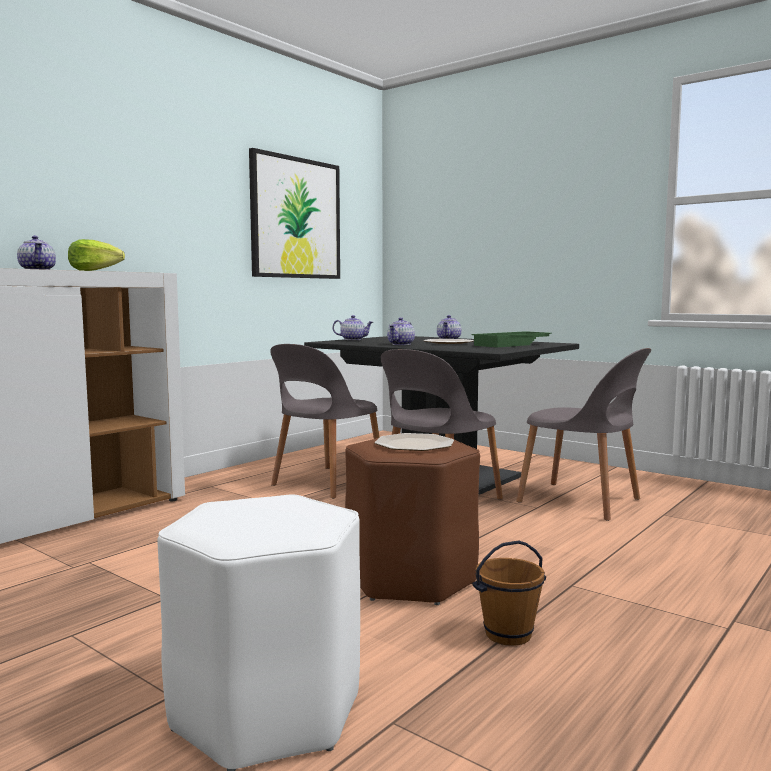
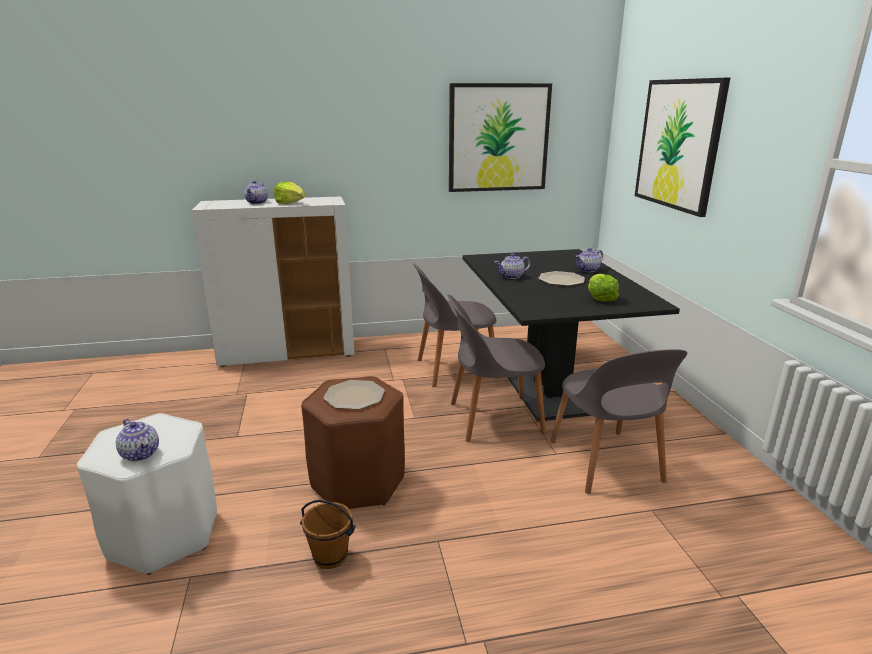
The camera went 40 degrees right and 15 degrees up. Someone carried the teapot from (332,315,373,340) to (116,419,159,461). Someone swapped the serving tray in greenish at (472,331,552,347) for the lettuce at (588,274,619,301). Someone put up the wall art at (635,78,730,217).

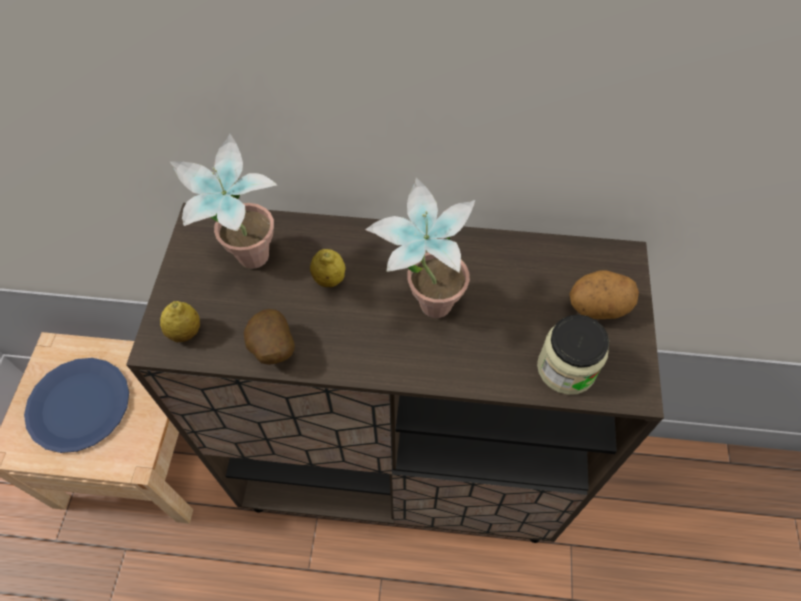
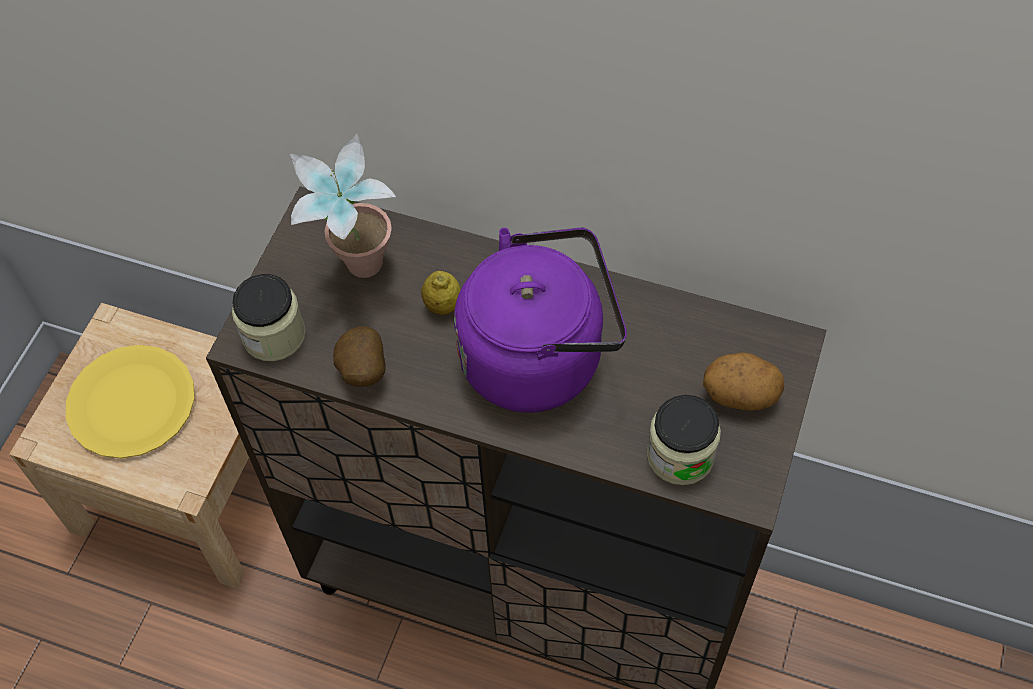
The camera went 15 degrees right and 0 degrees up. Someone repainted the flat dish in bluish at (24,358,129,453), which became the flat dish in yellow at (66,345,195,458). Someone swapped the lemon at (160,301,200,342) for the preserve jar at (232,274,306,361). Someone swapped the houseplant at (365,177,475,318) for the tea kettle in purplish at (454,228,627,413).

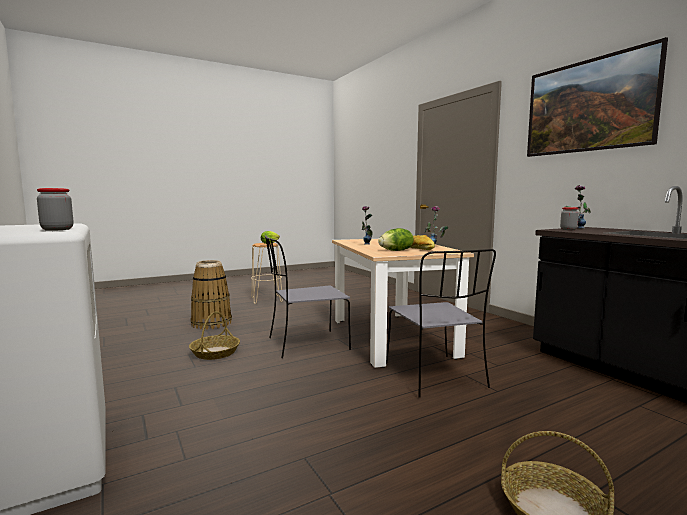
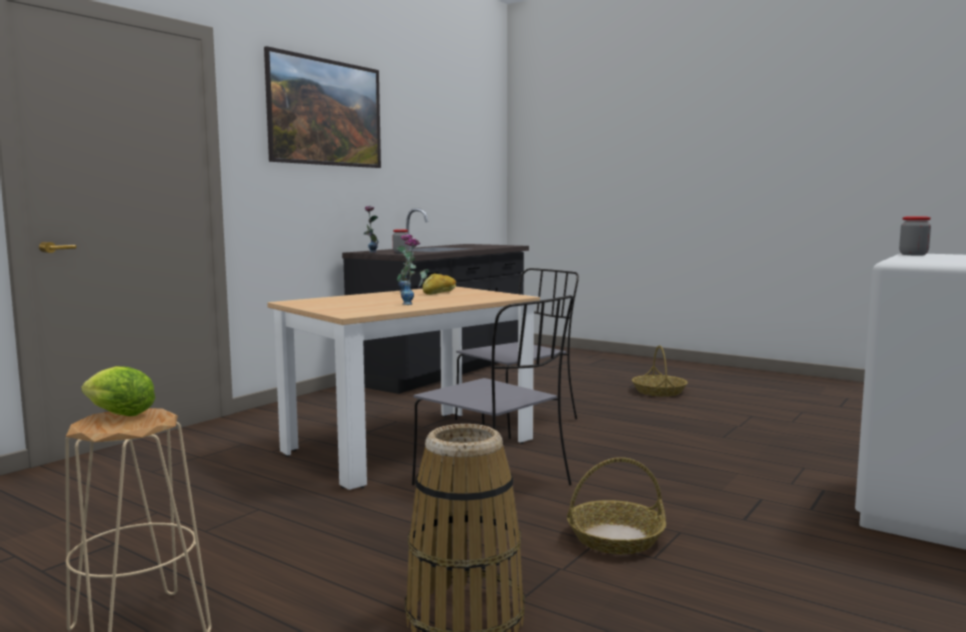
The camera went 115 degrees left and 0 degrees up. Someone took away the lettuce at (378,228,414,251).

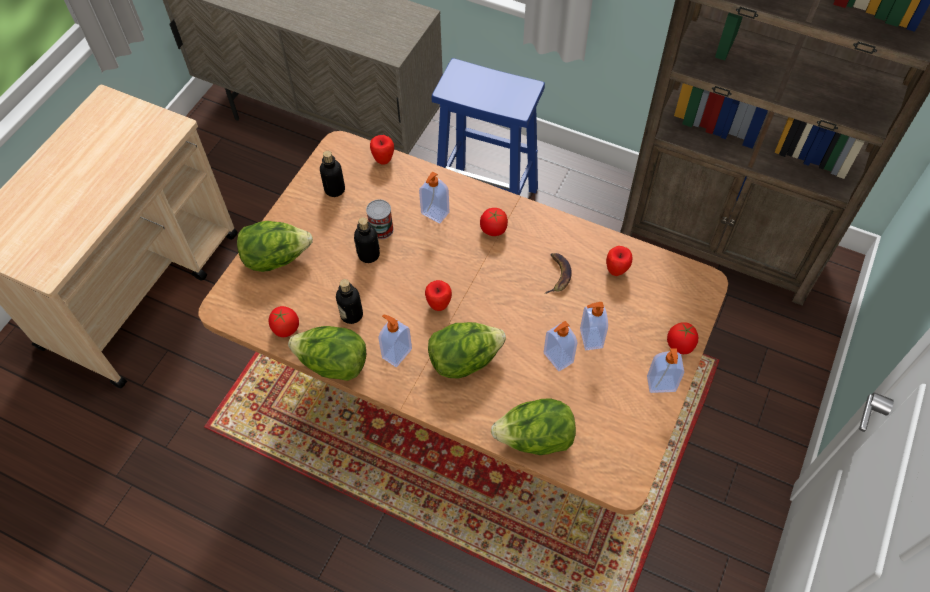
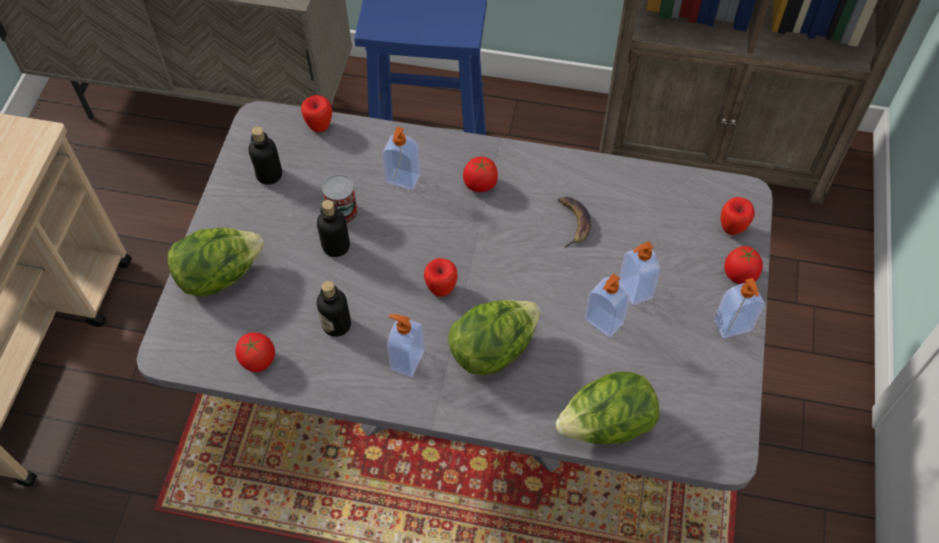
The camera went 15 degrees left and 0 degrees up. Someone repainted the dining table in brown-coloured at (198,131,728,515), which became the dining table in grey at (136,101,773,491). Someone took away the lettuce at (288,326,366,381). Someone carried the apple fruit from (606,246,633,276) to (721,197,755,235).

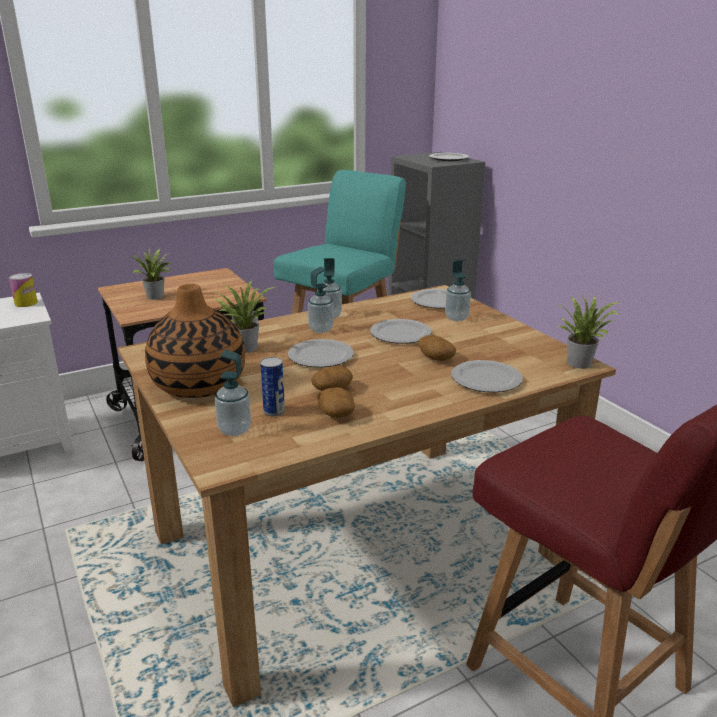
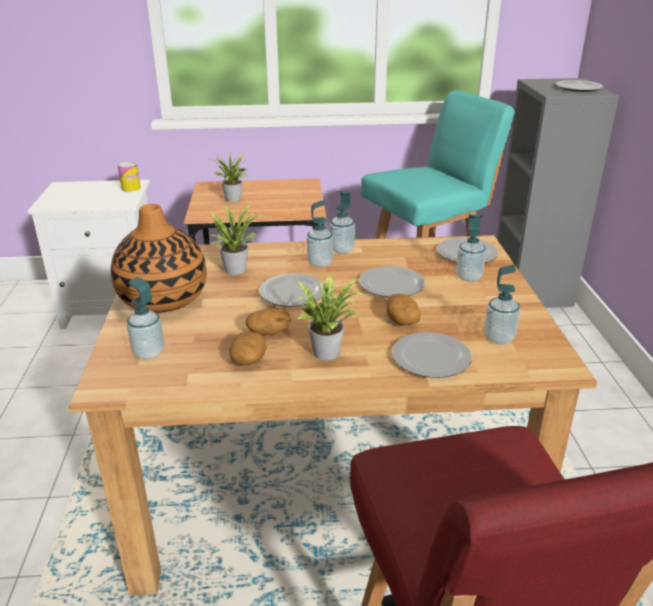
The camera went 25 degrees right and 5 degrees up. Someone took away the can at (260,357,285,416). Someone carried the houseplant from (558,295,621,369) to (297,274,366,360). Someone put down the soap bottle at (484,265,520,344).

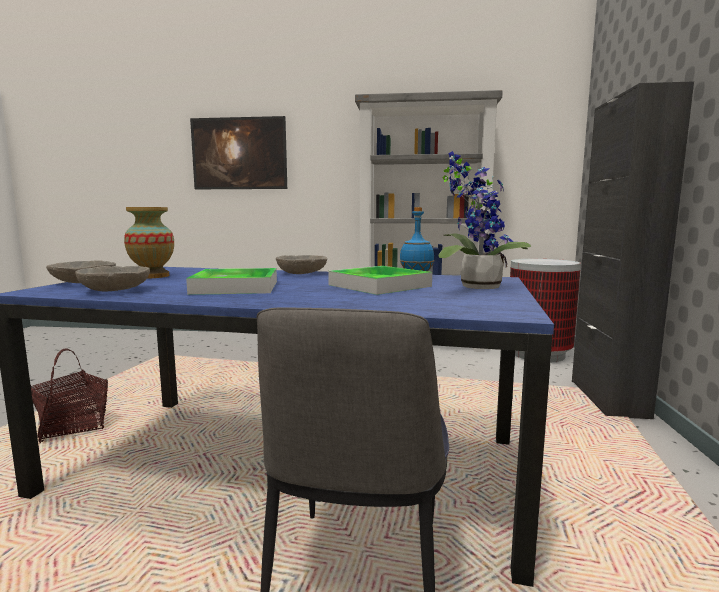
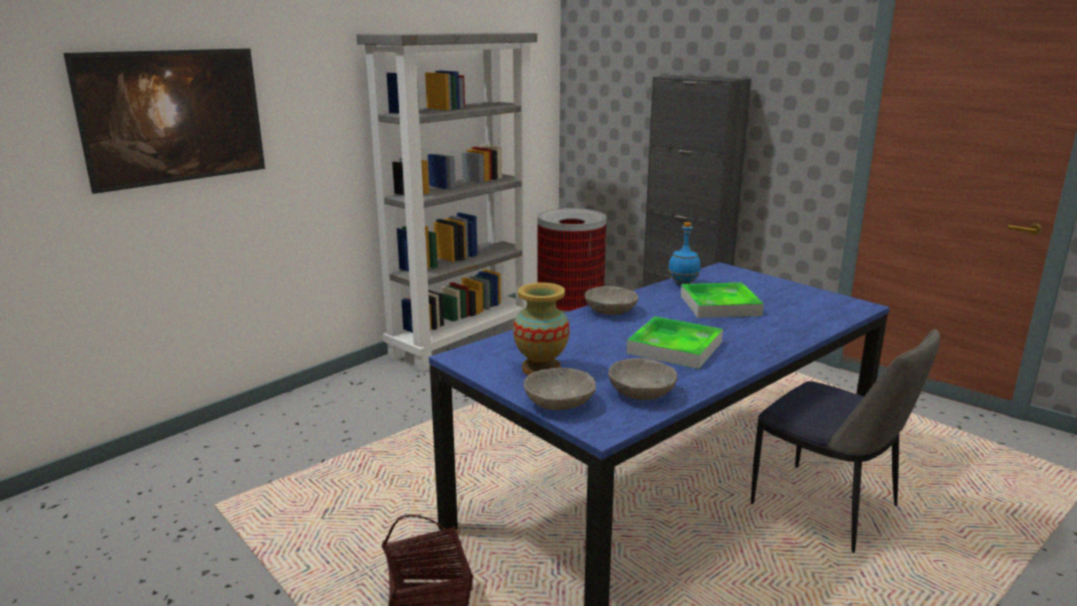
The camera went 55 degrees left and 10 degrees up. Someone took away the houseplant at (438,151,531,289).

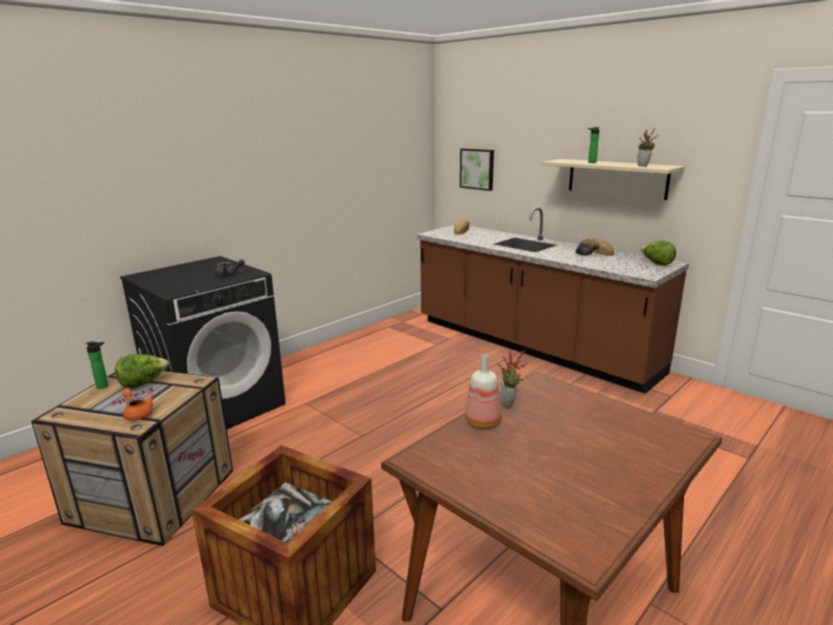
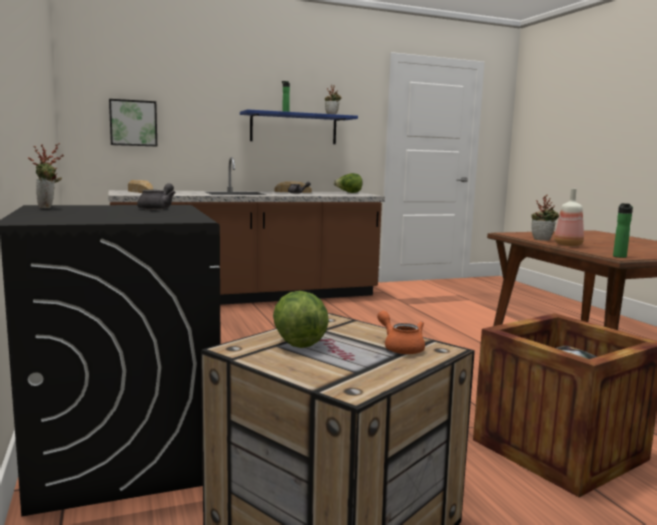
The camera went 65 degrees left and 10 degrees down. Someone carried the bottle from (86,342,109,389) to (613,203,633,258). Someone rotated the teapot in orangey at (123,389,154,421) by 75 degrees clockwise. Someone repainted the shelf in sand-coloured at (542,159,685,200), which became the shelf in bluish at (240,109,358,144). Someone put down the houseplant at (28,143,64,209).

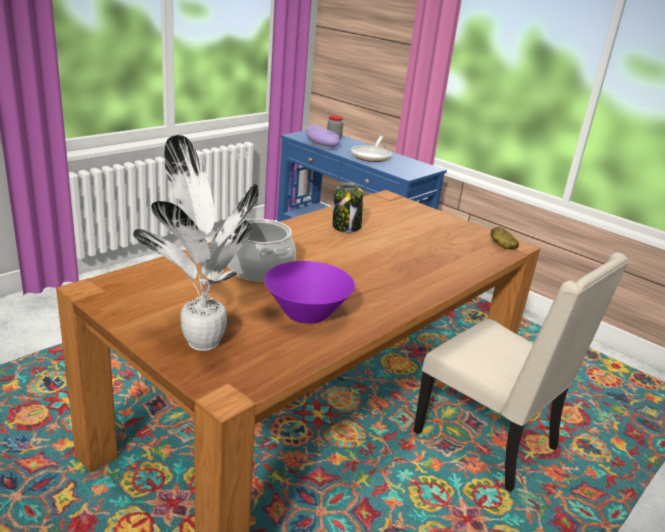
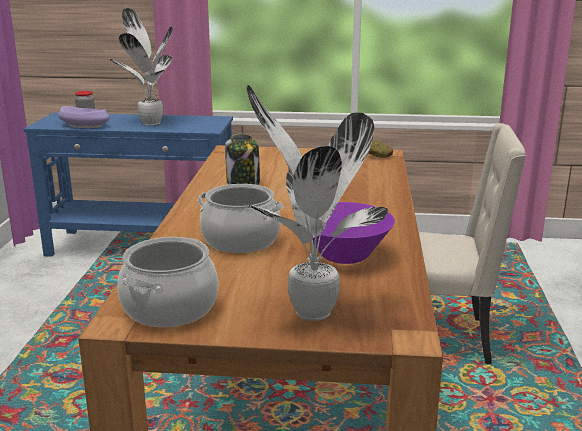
The camera went 35 degrees left and 5 degrees down. Someone swapped the skillet at (351,136,392,162) for the houseplant at (109,8,173,126). Someone put down the cooking pot at (118,237,218,327).

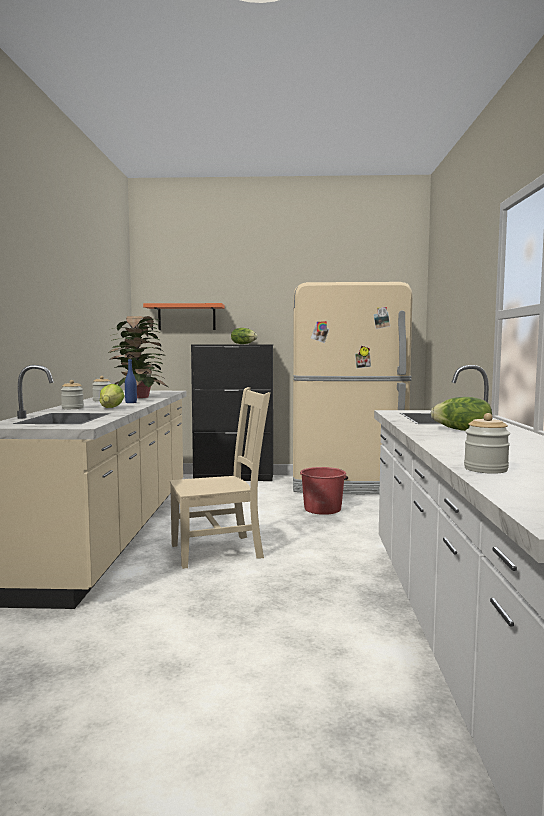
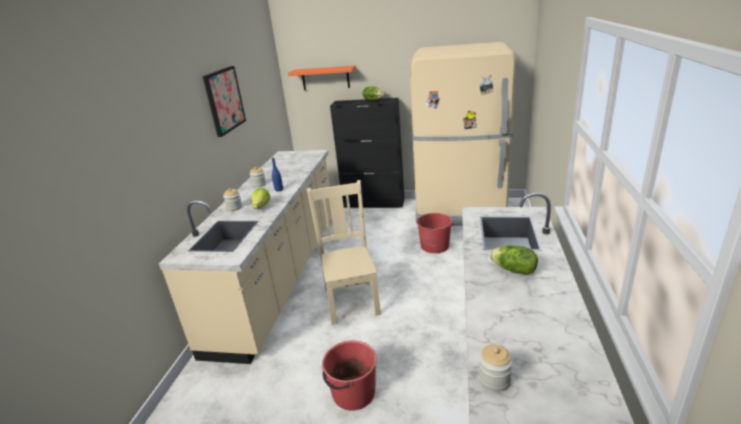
The camera went 10 degrees right and 20 degrees up. Someone took away the houseplant at (108,316,168,398). Someone rotated the plain chair in sand-coloured at (170,387,270,569) by 90 degrees counterclockwise. Someone put up the wall art at (203,66,246,137). Someone put down the bucket in reddish at (322,340,377,411).

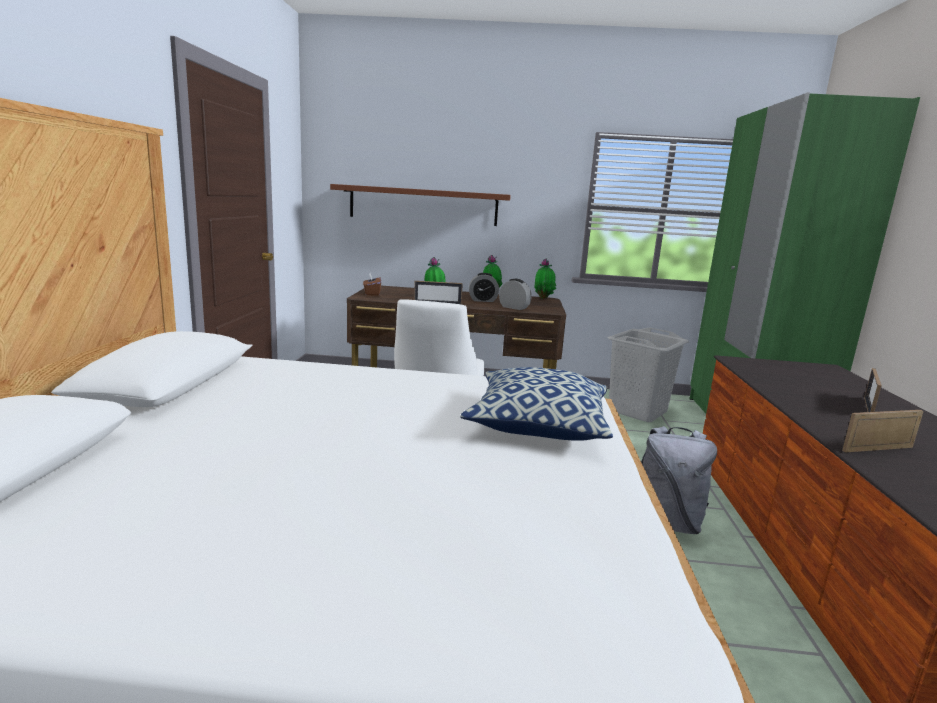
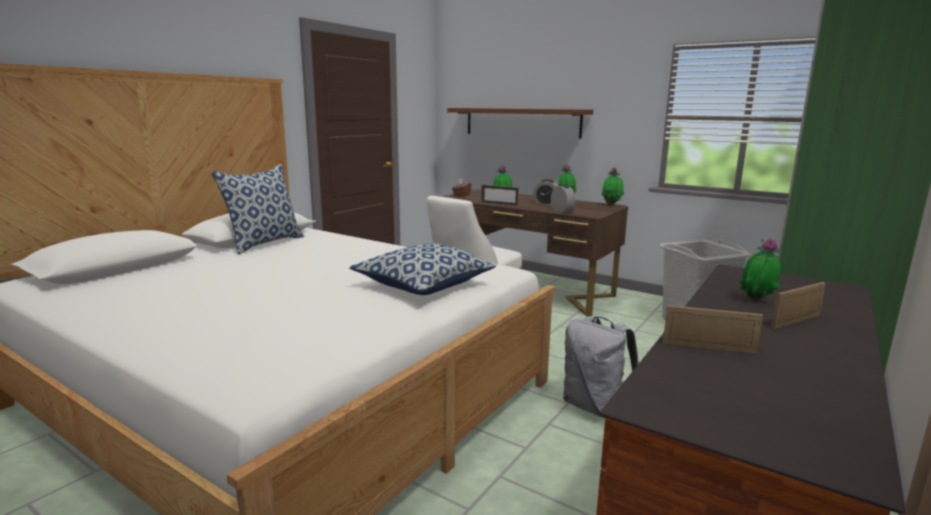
The camera went 30 degrees right and 0 degrees up. Someone put down the pillow at (211,164,305,254). Someone put down the houseplant at (739,238,781,300).

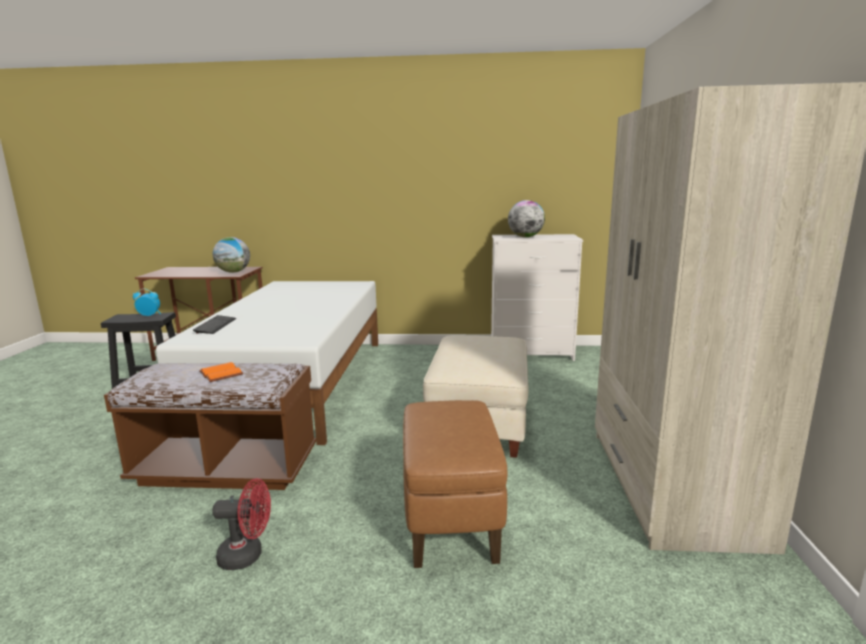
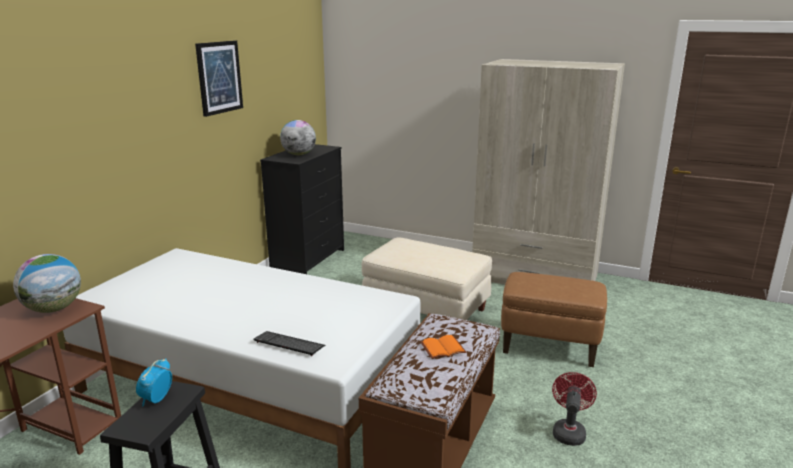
The camera went 70 degrees left and 5 degrees up. Someone repainted the drawer chest in white-coloured at (491,234,583,361), which became the drawer chest in black-coloured at (260,144,344,274). Someone put up the wall art at (195,40,243,117).

